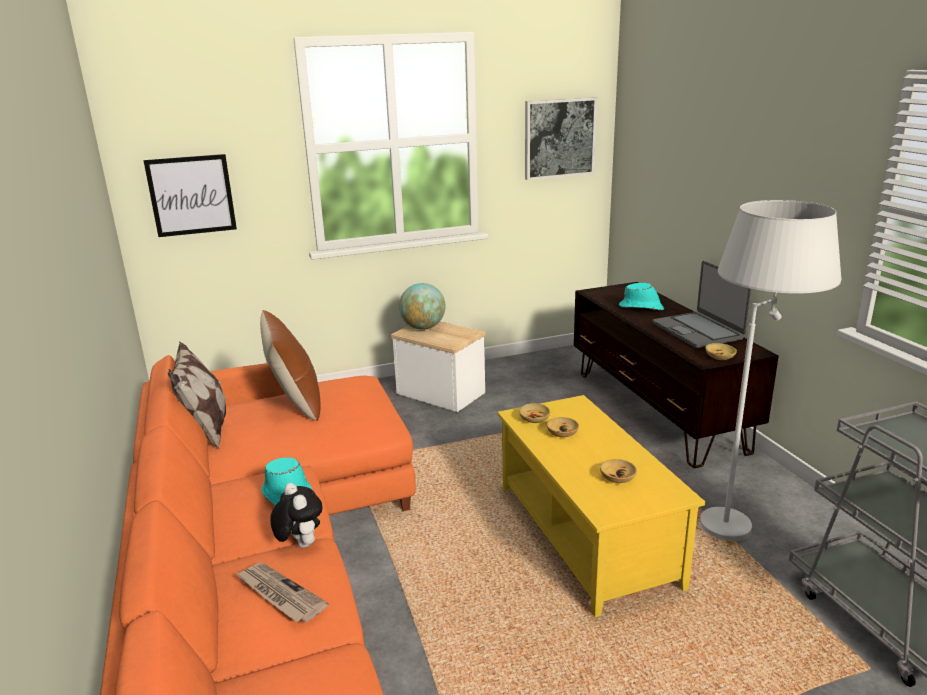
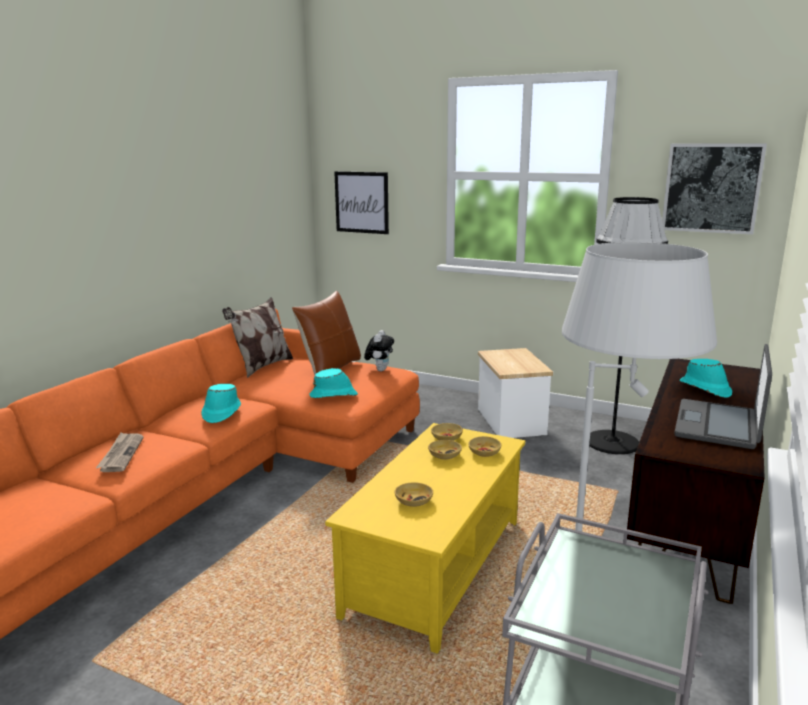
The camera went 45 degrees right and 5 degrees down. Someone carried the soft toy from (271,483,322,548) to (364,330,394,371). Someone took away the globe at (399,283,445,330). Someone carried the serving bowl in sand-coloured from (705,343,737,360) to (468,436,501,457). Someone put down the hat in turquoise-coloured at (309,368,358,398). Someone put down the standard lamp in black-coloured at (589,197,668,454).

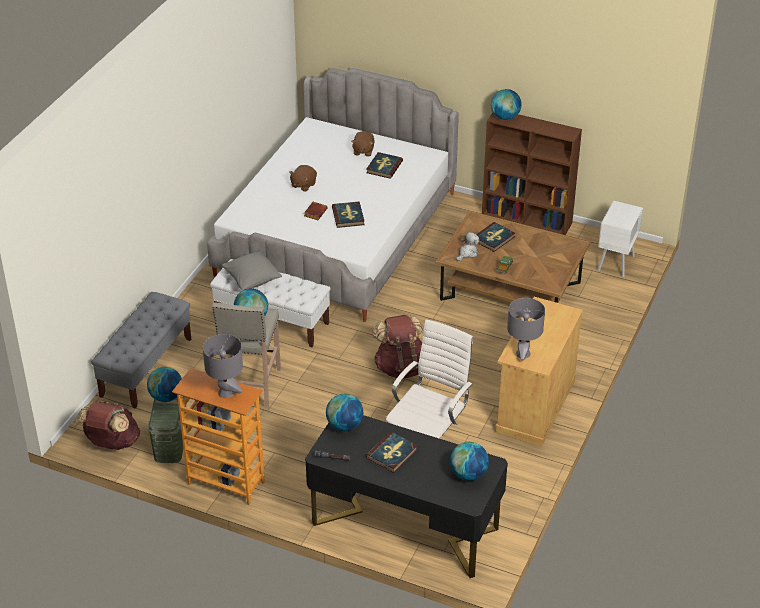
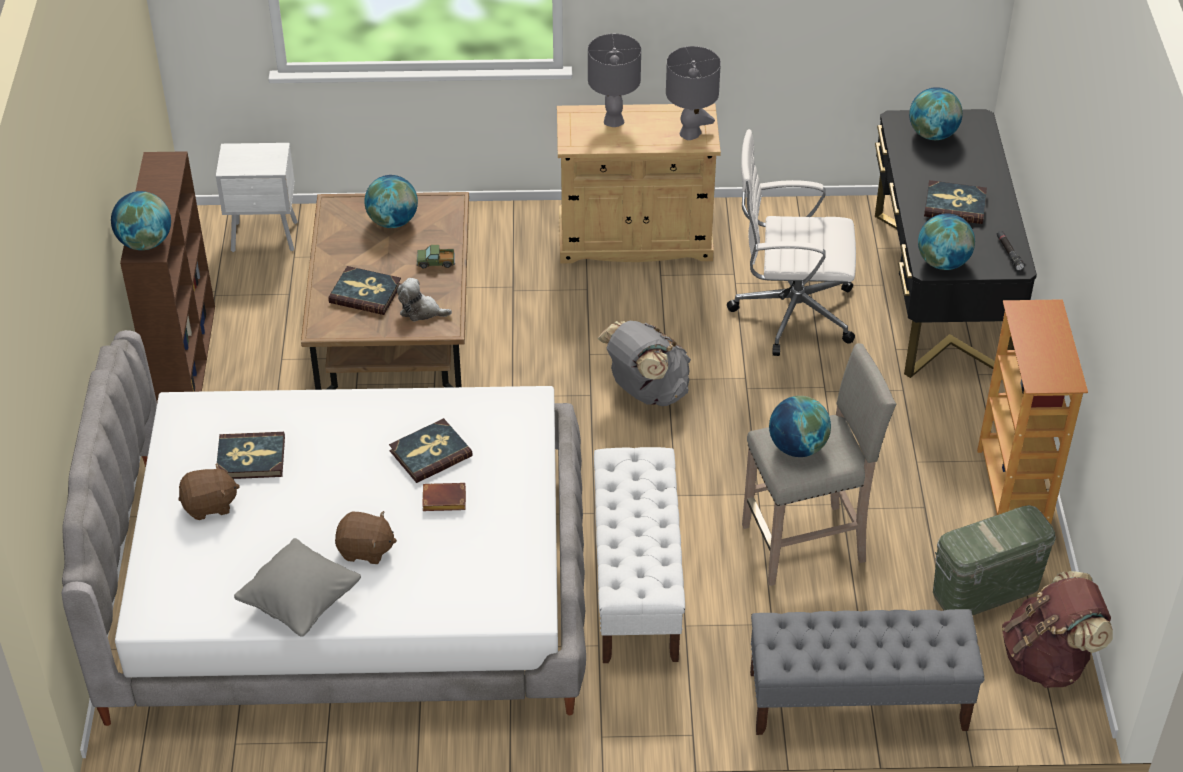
The camera went 115 degrees left and 5 degrees up. Someone carried the globe from (147,367,182,402) to (364,175,418,228). Someone carried the lamp for a table in grey from (203,334,243,398) to (588,34,641,127). Someone carried the pillow in grey from (222,251,282,291) to (234,538,361,637). Someone repainted the rucksack in brown-coloured at (373,315,424,379), which became the rucksack in grey at (597,321,691,406).

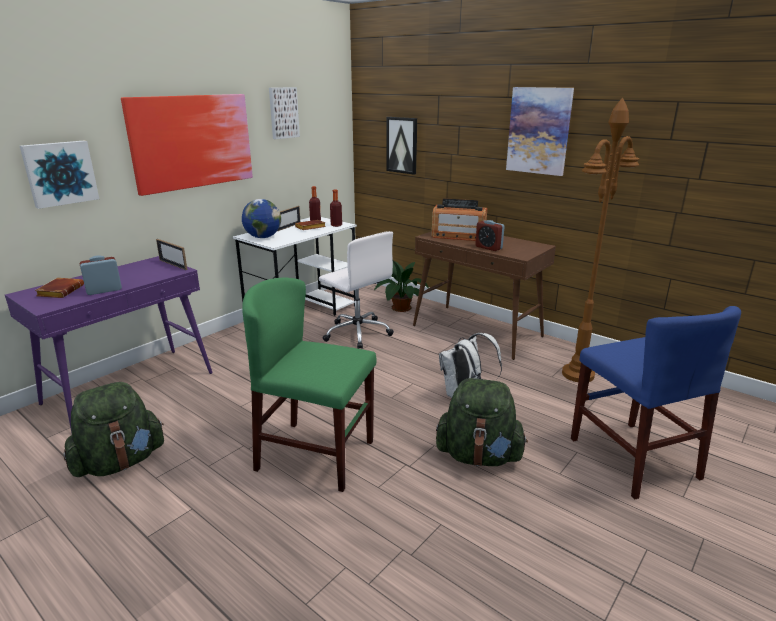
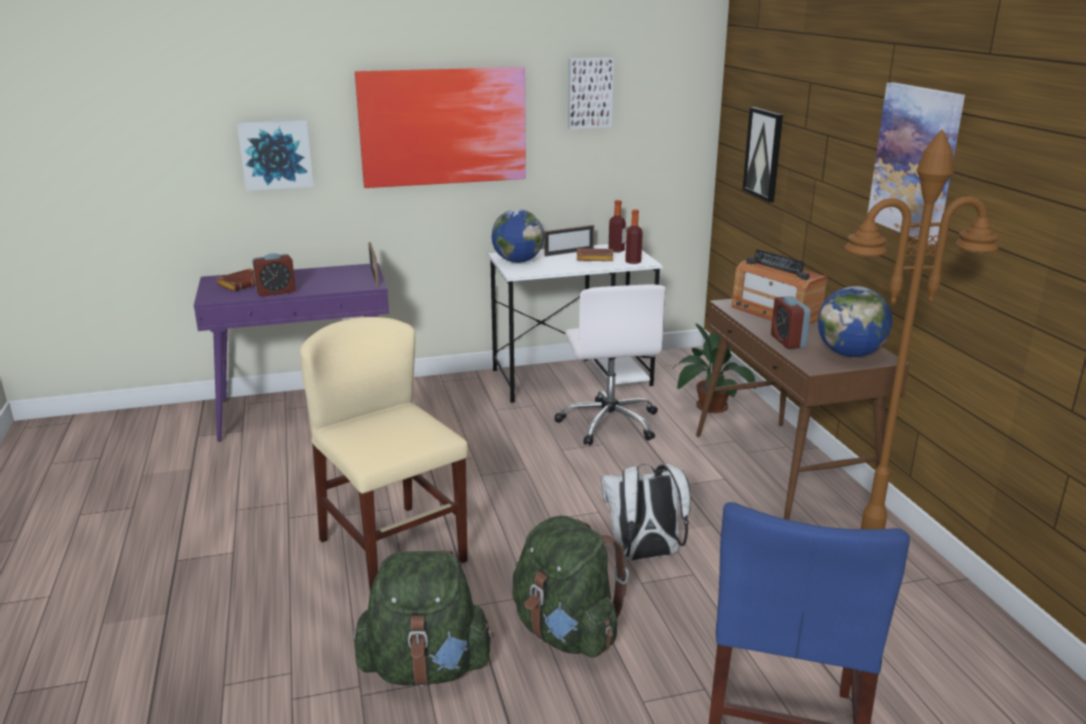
The camera went 35 degrees right and 0 degrees up. Someone carried the rucksack in greenish from (63,382,164,477) to (354,551,495,687). Someone rotated the bedside clock at (80,256,122,295) by 150 degrees clockwise. Someone repainted the plain chair in greenish at (242,277,377,492), which became the plain chair in sand-coloured at (300,317,468,591). Someone put down the globe at (818,286,892,357).

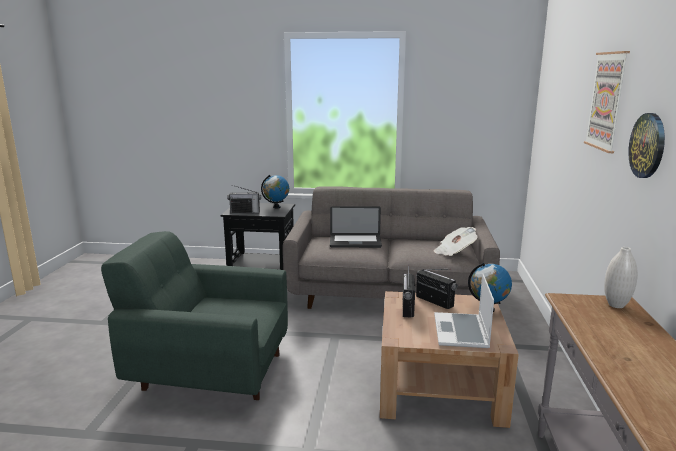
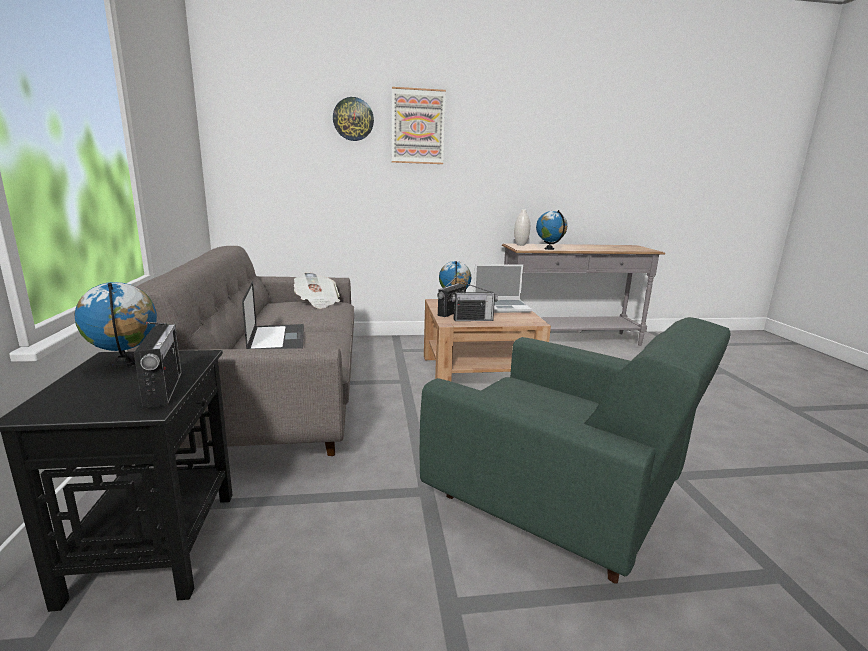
The camera went 105 degrees left and 0 degrees up. Someone rotated the lounge chair in greenish at (101,231,288,400) by 45 degrees counterclockwise. Someone carried the wall clock from (628,113,665,178) to (333,97,374,141). Someone put down the globe at (536,210,567,250).

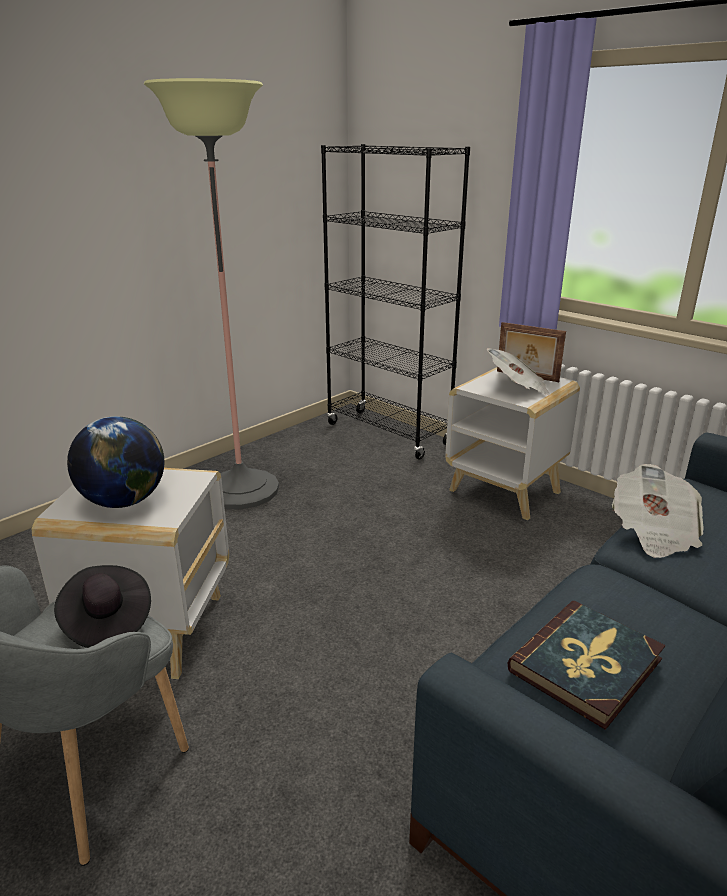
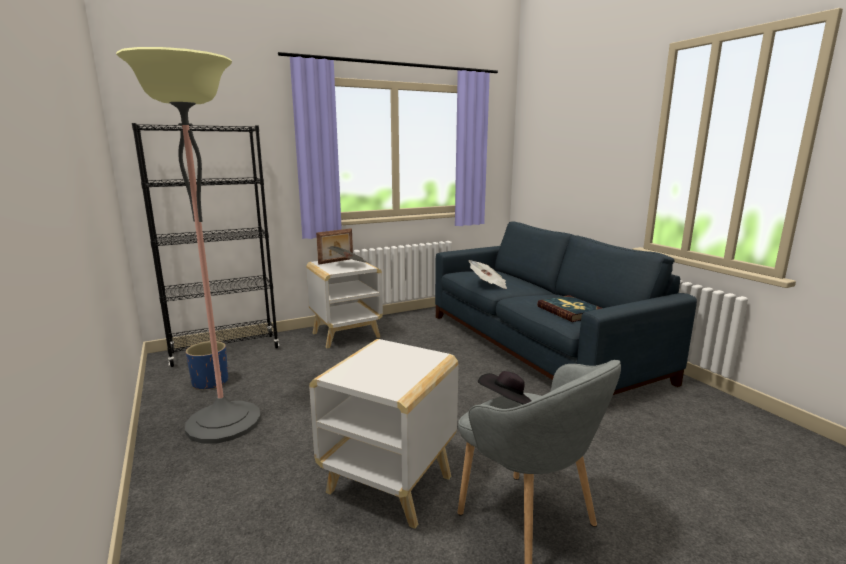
The camera went 70 degrees left and 10 degrees down. Someone took away the globe at (67,416,164,508). Someone put down the plant pot in bluish at (186,341,228,390).

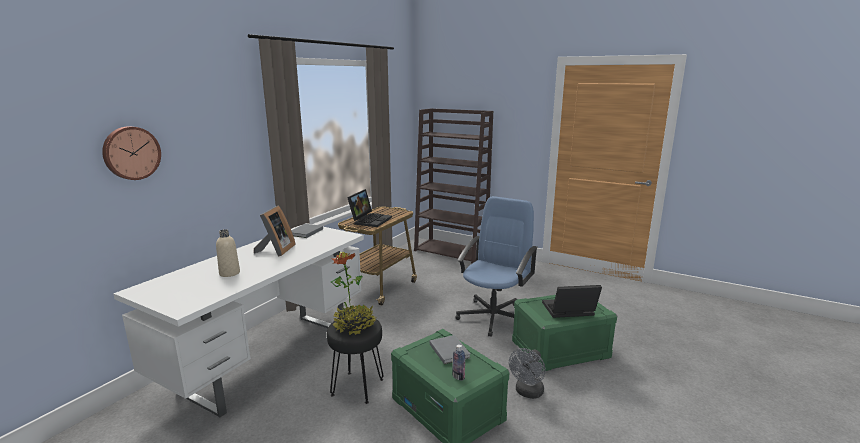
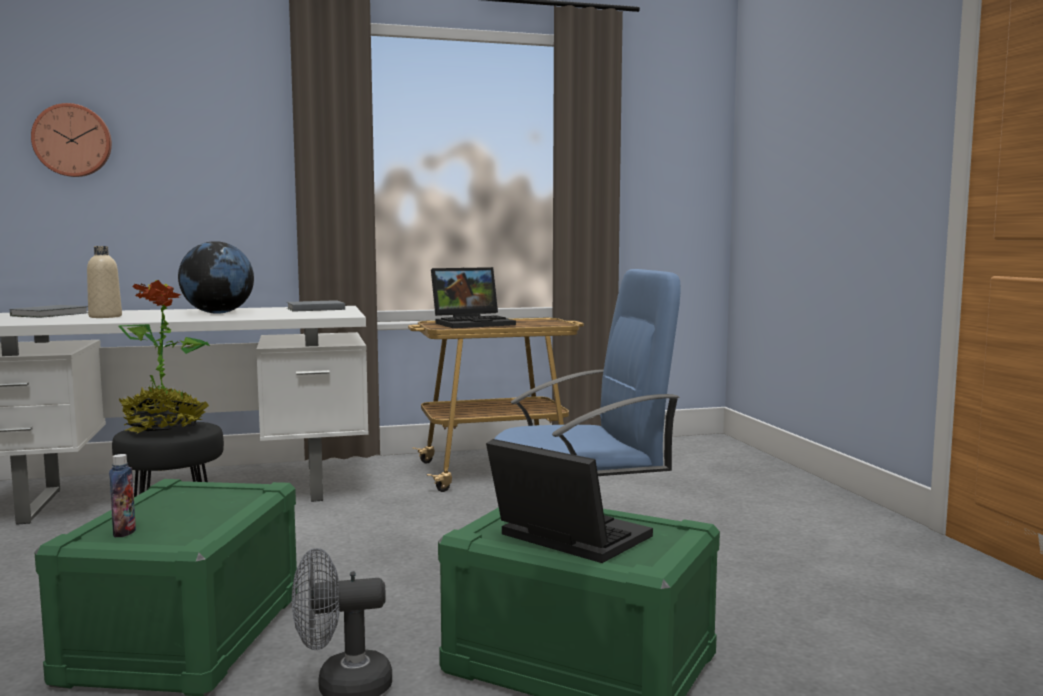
The camera went 45 degrees right and 10 degrees down. Someone swapped the photo frame at (254,205,296,256) for the globe at (178,241,254,314). Someone took away the shelving unit in brown-coloured at (414,108,493,263). Someone carried the bound book in grey from (430,335,470,364) to (10,305,88,318).

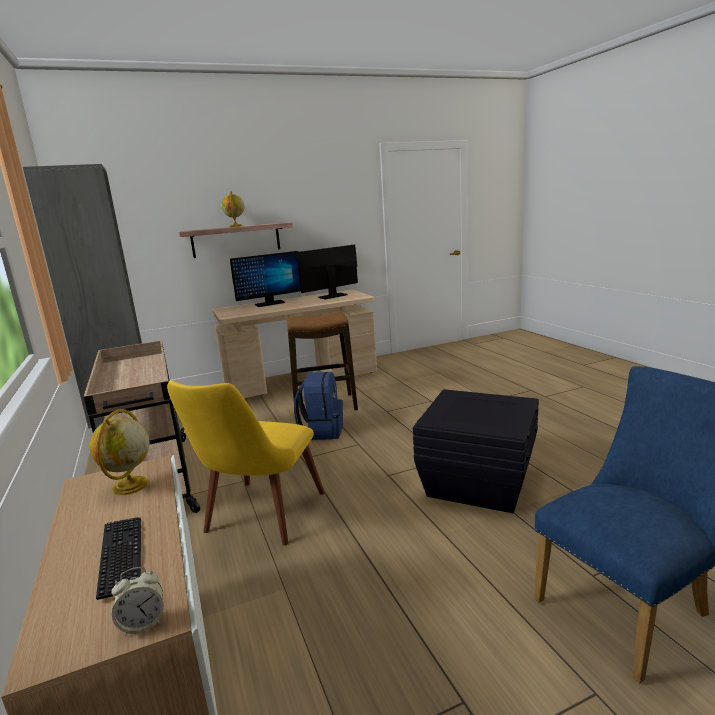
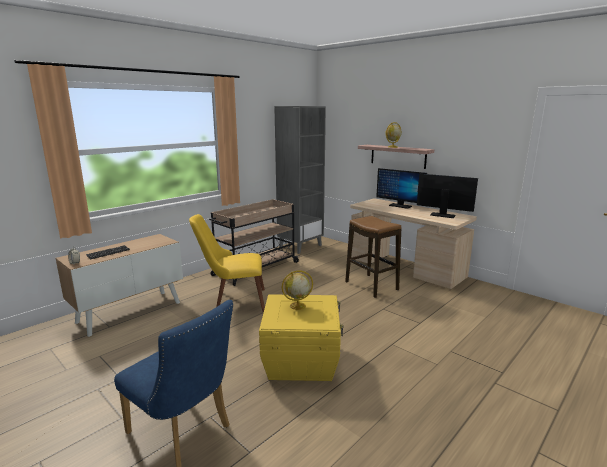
The camera went 65 degrees right and 0 degrees up. Someone carried the globe from (89,409,150,496) to (282,270,313,310). Someone took away the rucksack in bluish at (294,372,343,440). Someone repainted the storage bin in black-coloured at (413,390,539,513), which became the storage bin in yellow at (259,294,344,381).

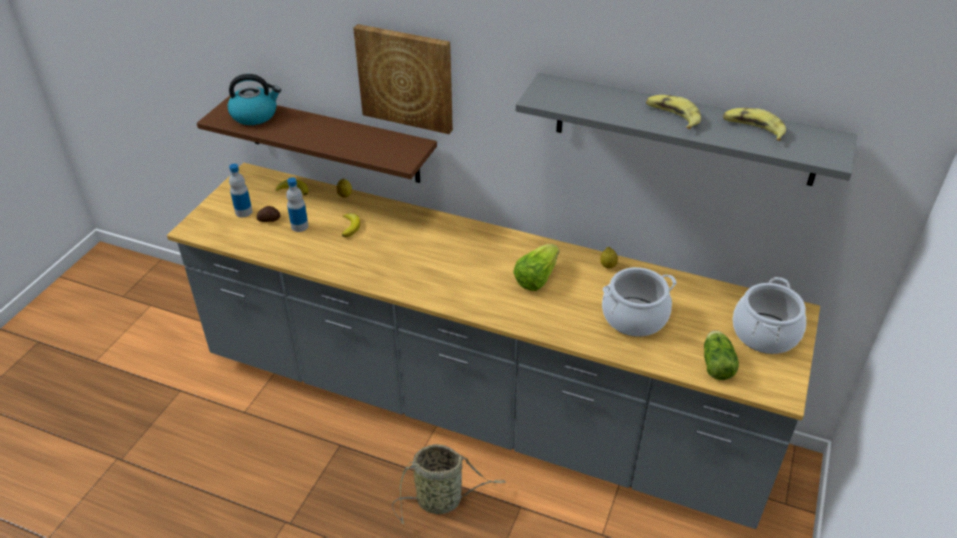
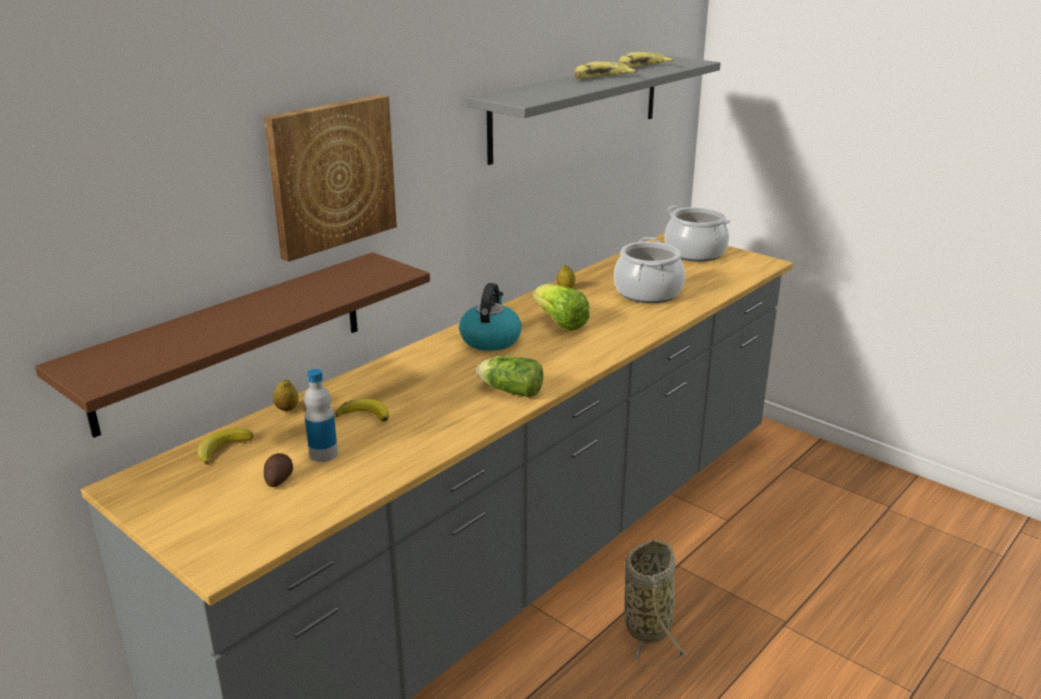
The camera went 70 degrees left and 15 degrees down. Someone carried the tea kettle from (228,74,281,125) to (459,283,522,351). Someone took away the bottle at (229,164,253,217). Someone carried the lettuce from (704,330,739,380) to (477,356,543,397).

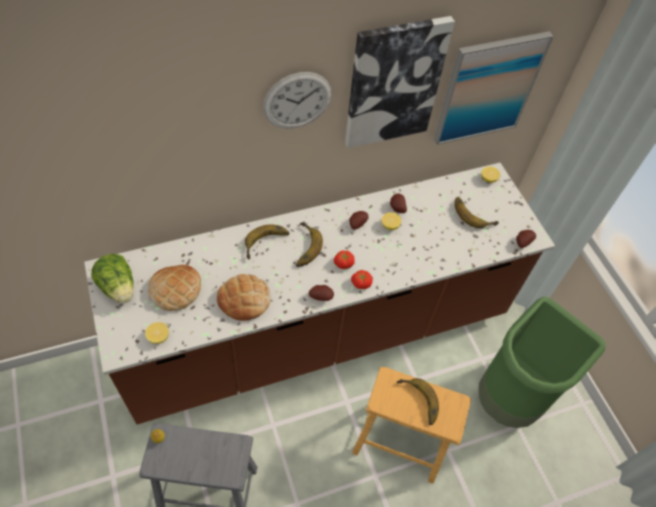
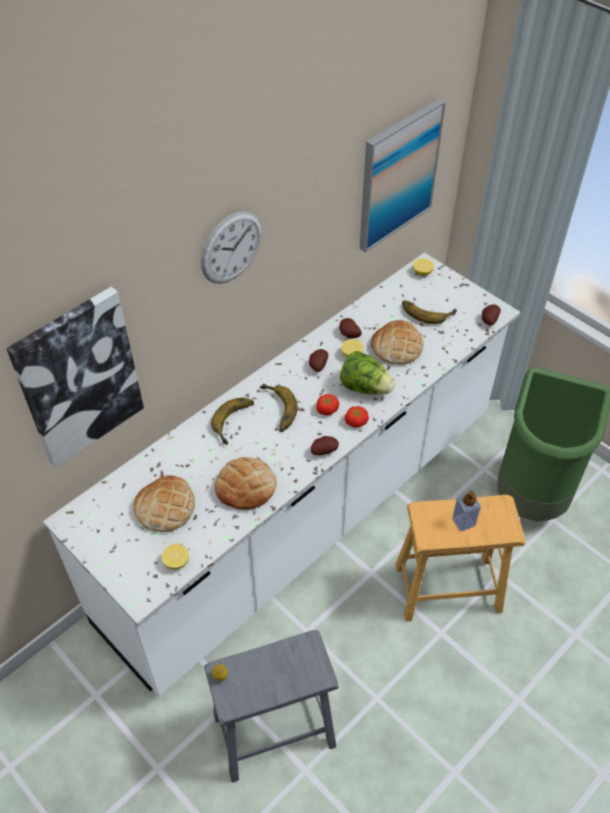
The camera went 20 degrees left and 5 degrees down. Someone repainted the kitchen counter in brown-coloured at (84,163,555,424), which became the kitchen counter in white-coloured at (43,253,520,696). Someone carried the lettuce from (91,254,134,303) to (340,351,395,395). Someone carried the wall art from (345,16,455,148) to (6,287,144,468). Someone swapped the banana at (397,378,439,425) for the soap bottle at (452,491,481,531). Someone put down the bakery bread at (371,320,424,364).

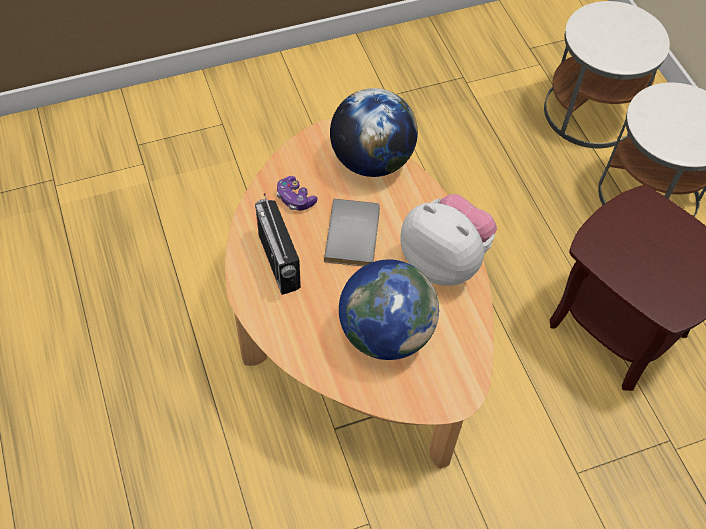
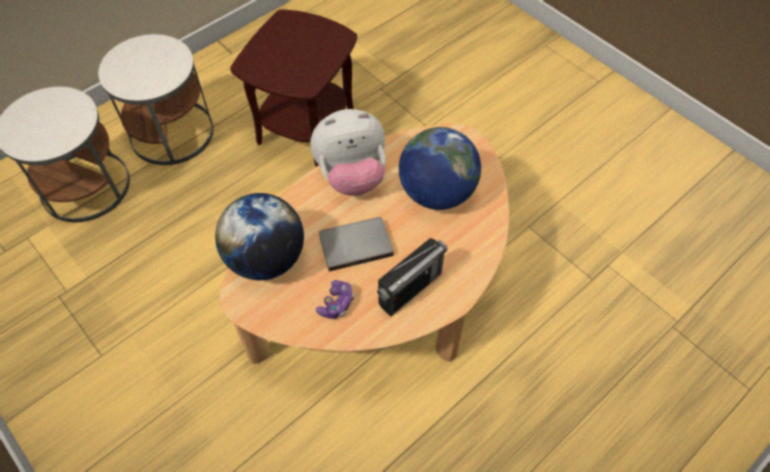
The camera went 110 degrees left and 0 degrees up. Someone rotated the soft toy at (400,194,497,286) by 120 degrees counterclockwise.

